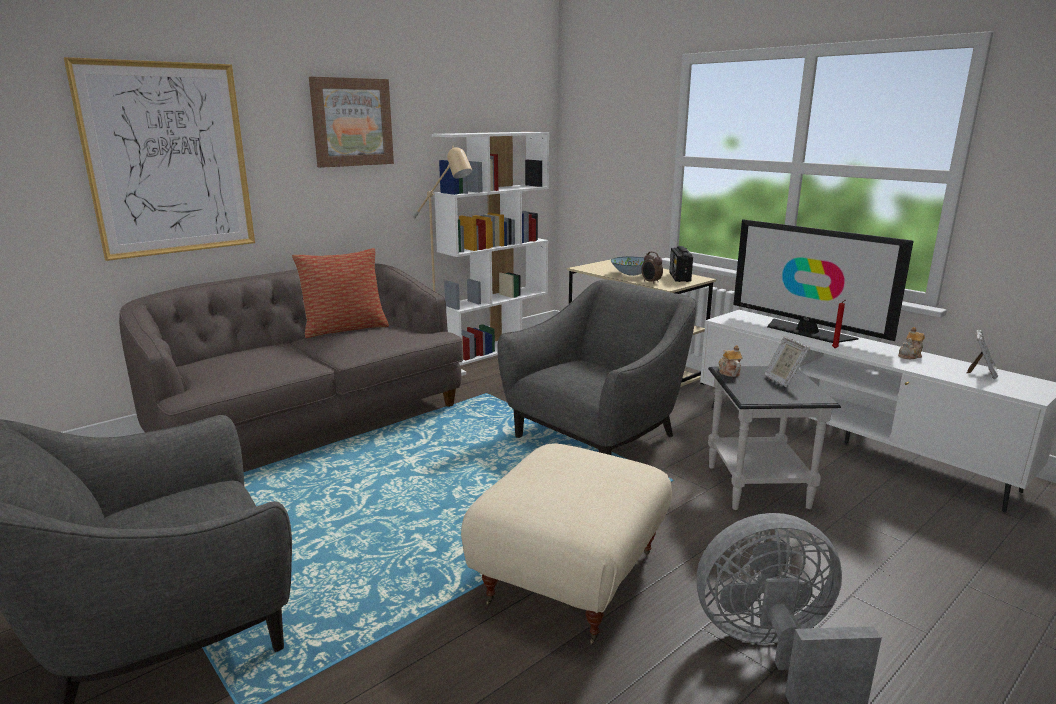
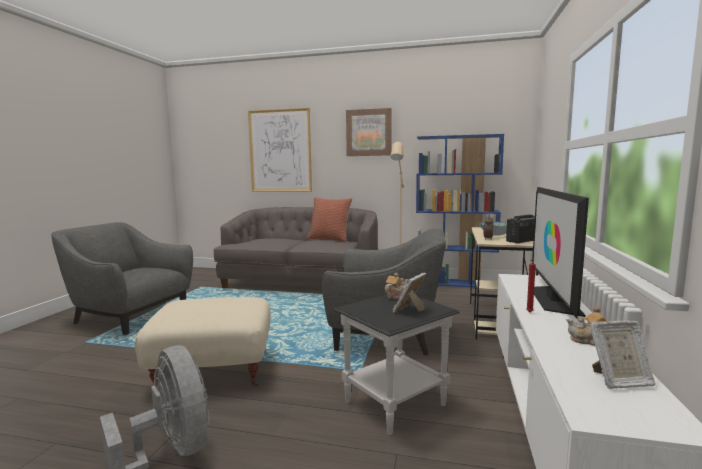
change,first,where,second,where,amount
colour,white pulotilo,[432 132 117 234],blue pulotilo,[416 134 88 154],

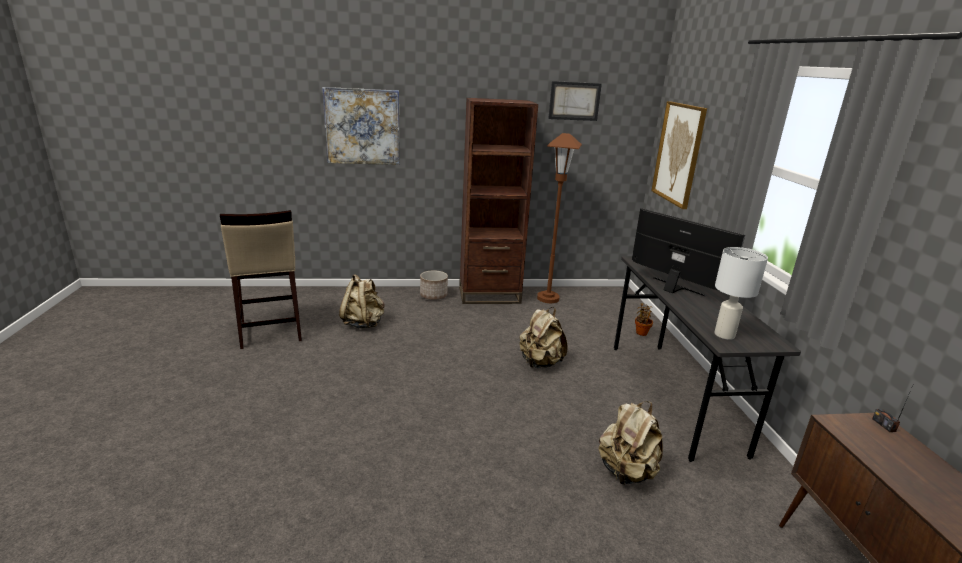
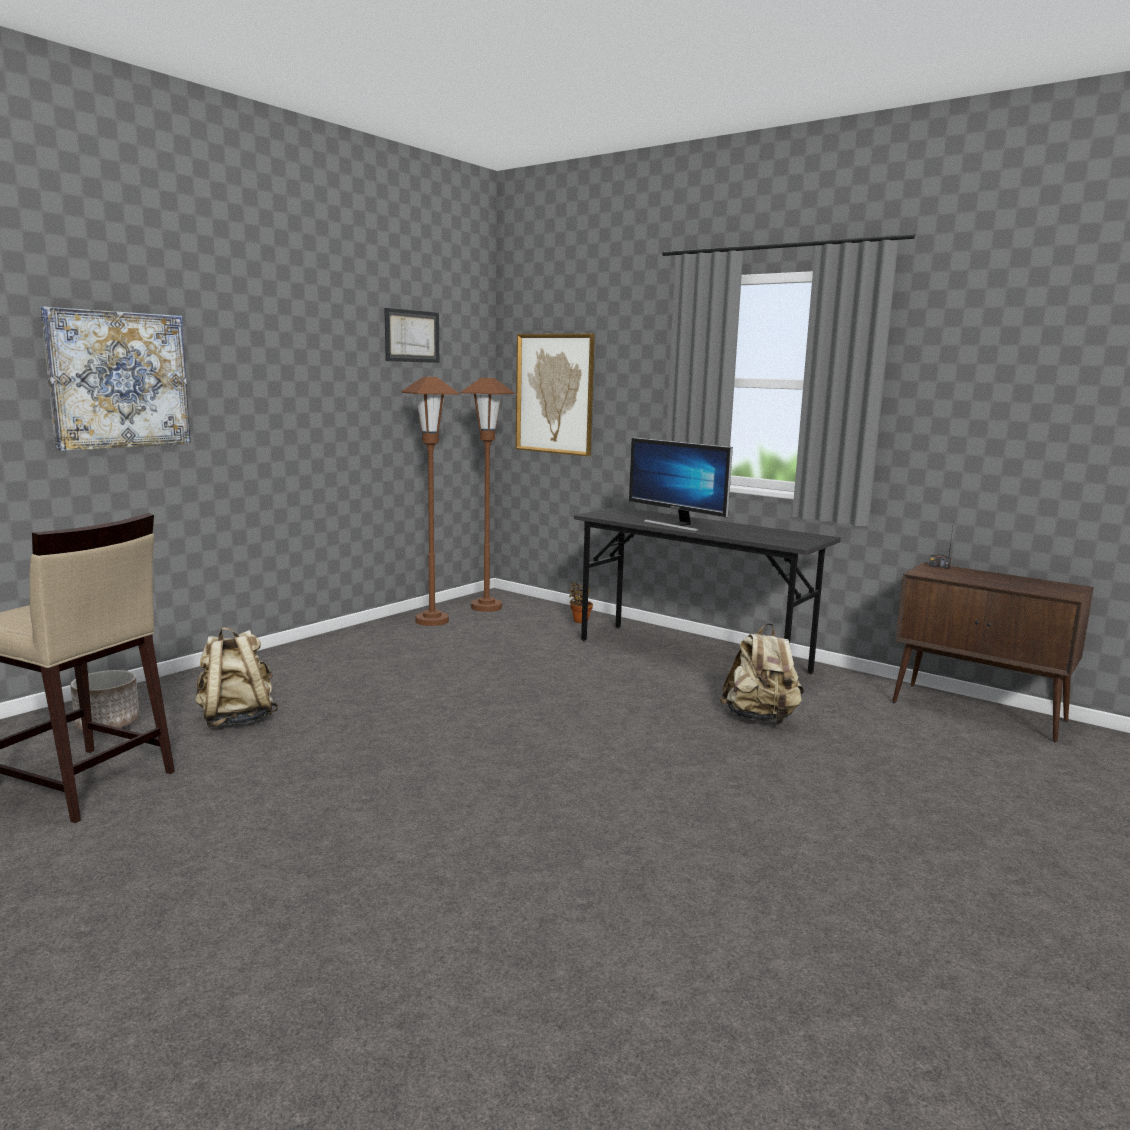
change,first,where,second,where,amount
missing,brown pulotilo,[459 98 79 206],,,
spun,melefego,[632 208 113 88],,[629 437 104 95],135 degrees counterclockwise
missing,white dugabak,[714 247 54 93],,,
relocated,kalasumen,[420 270 28 30],,[70 670 69 62],
missing,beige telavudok,[520 307 47 61],,,
appeared,,,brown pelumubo,[460 378 54 234],

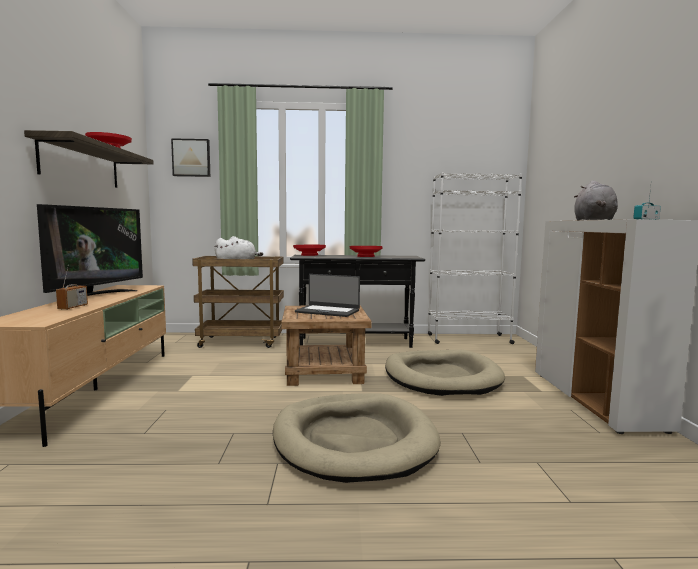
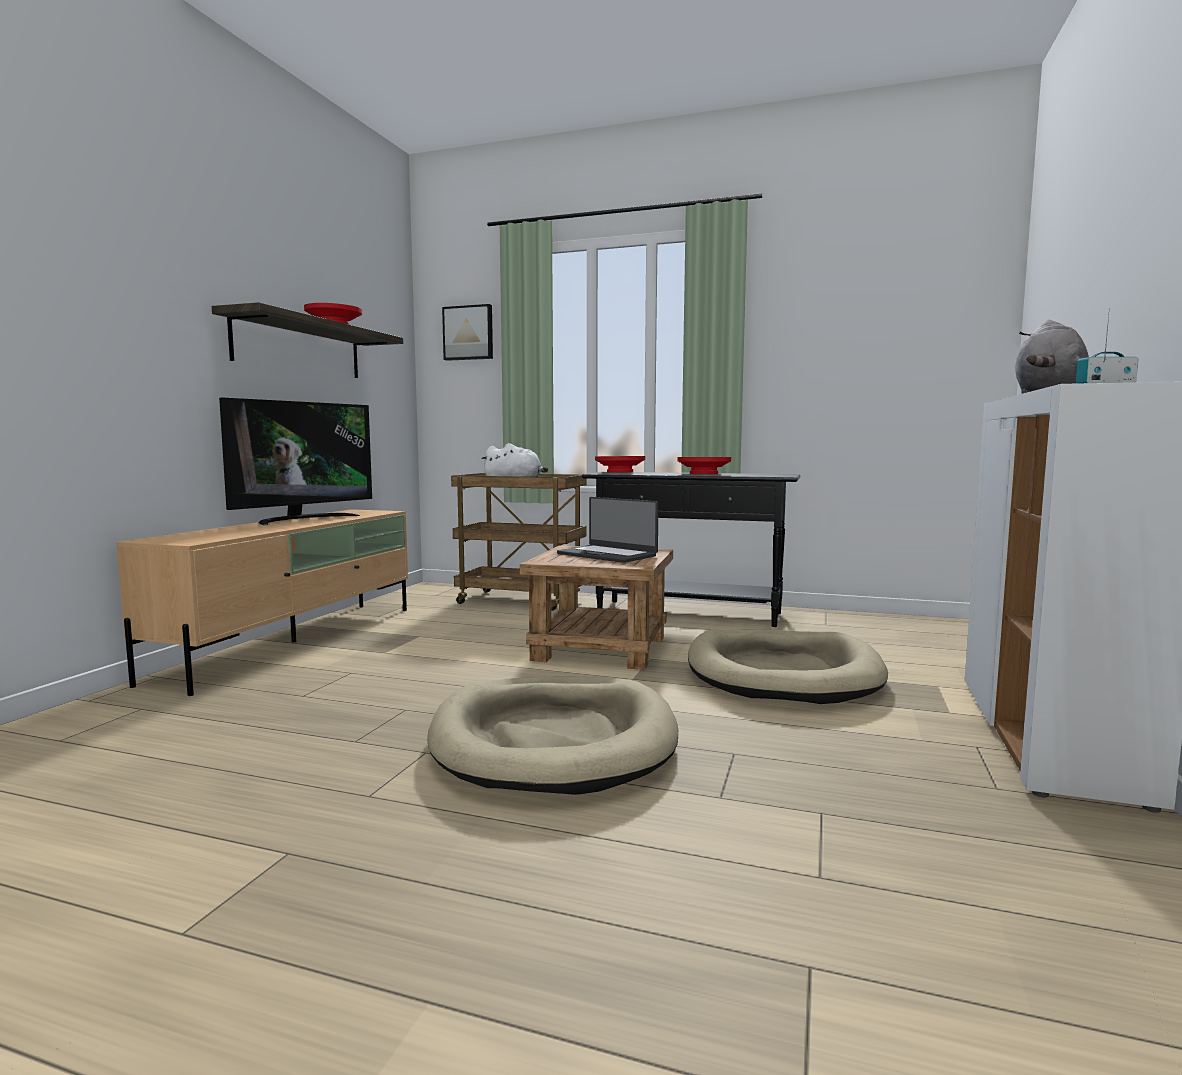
change,first,where,second,where,amount
missing,white pulotilo,[428 172 94 172],,,
missing,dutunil,[56 265 32 45],,,

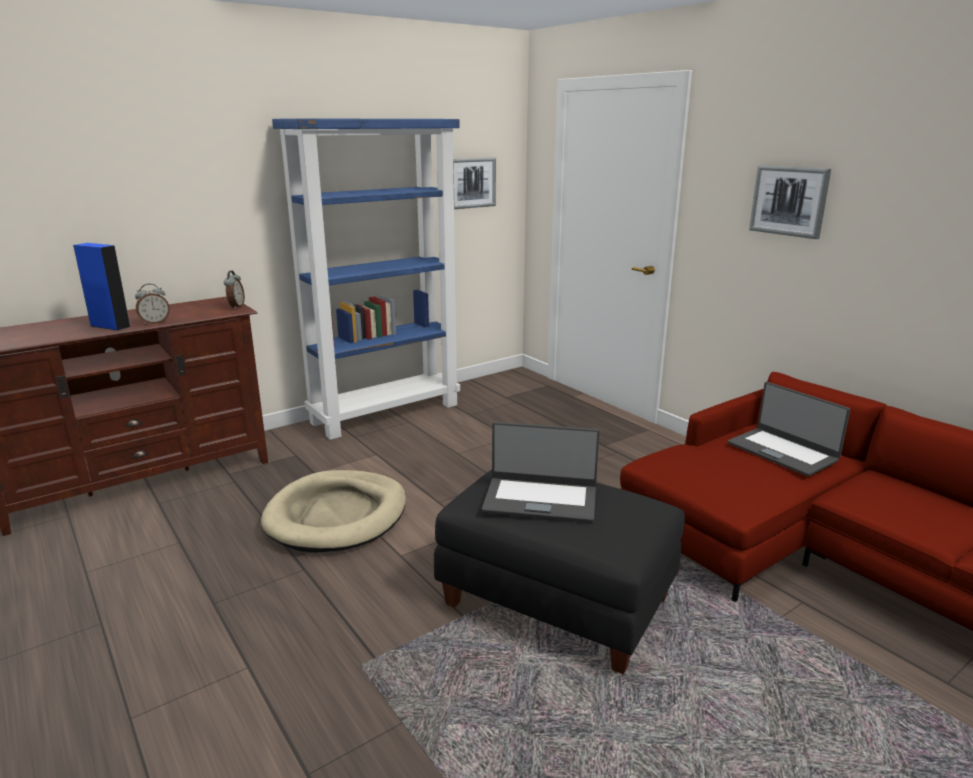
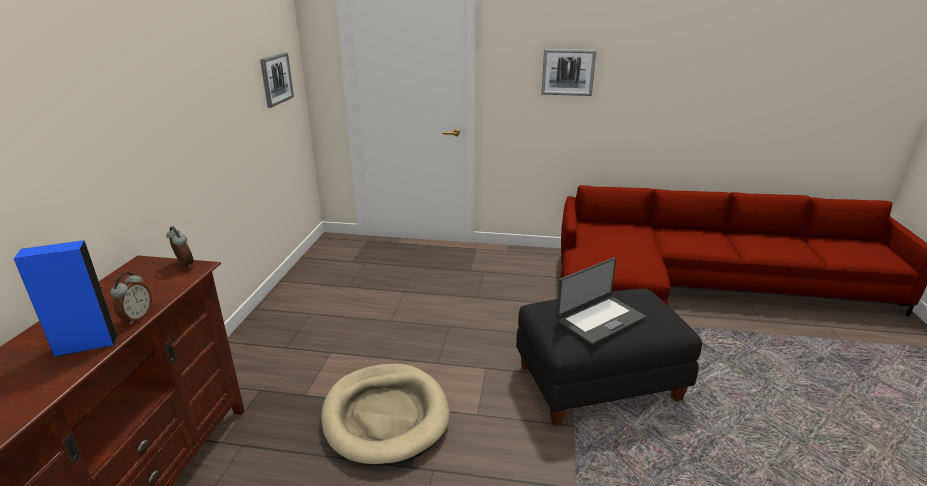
change,first,where,second,where,amount
missing,blue pulotilo,[272 118 188 322],,,
missing,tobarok,[728 382 122 94],,,

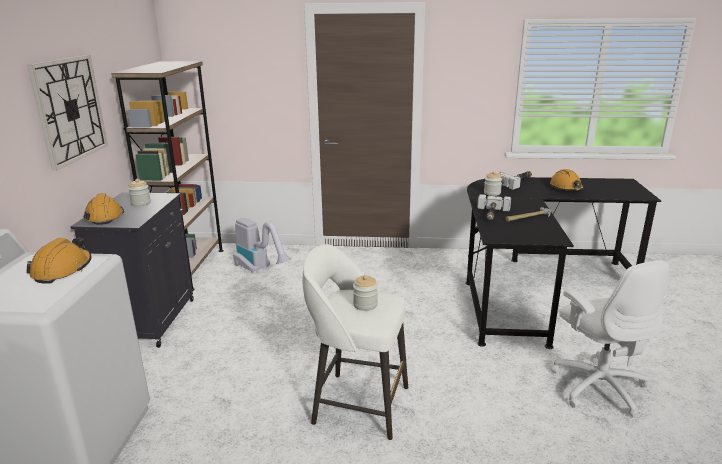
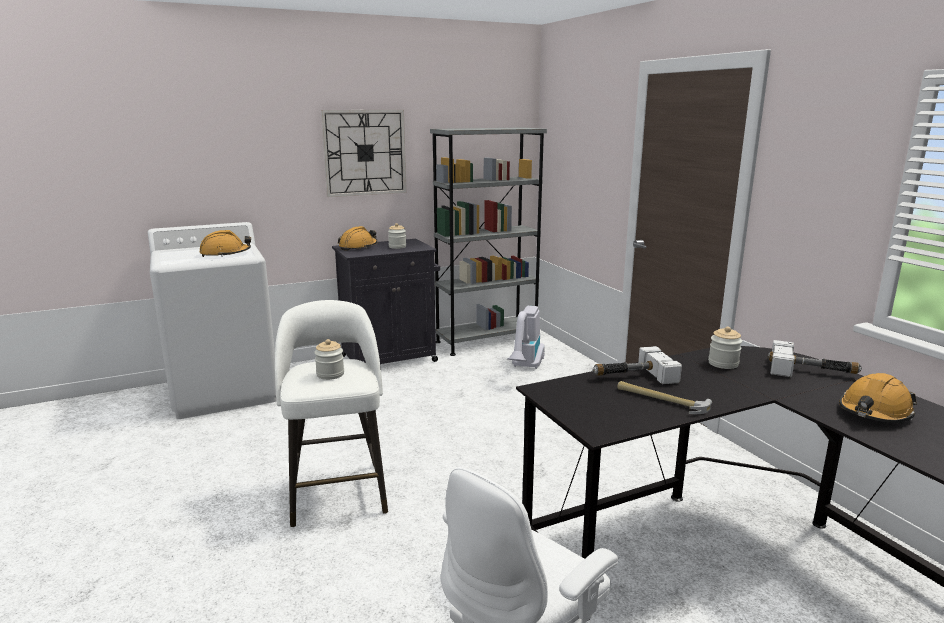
change,first,where,second,where,amount
colour,brown pulotilo,[111 61 113 230],grey pulotilo,[430 127 117 229],

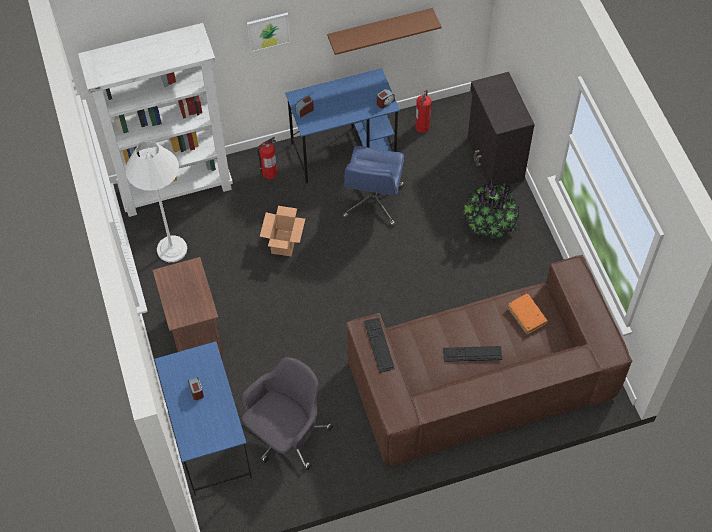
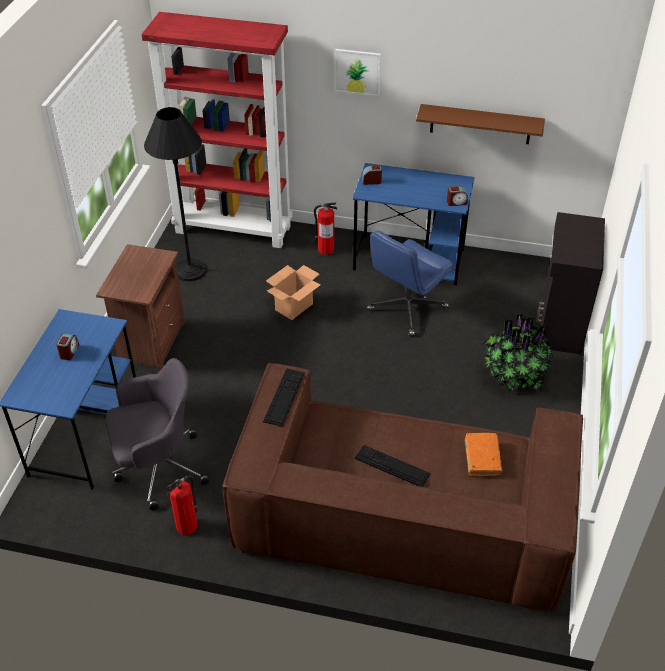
change,first,where,second,where,amount
colour,white pulotilo,[78 23 155 194],red pulotilo,[141 12 152 236],
relocated,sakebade,[415 90 16 43],,[167 476 31 59],
colour,white pelumubo,[125 140 62 122],black pelumubo,[144 107 62 174],

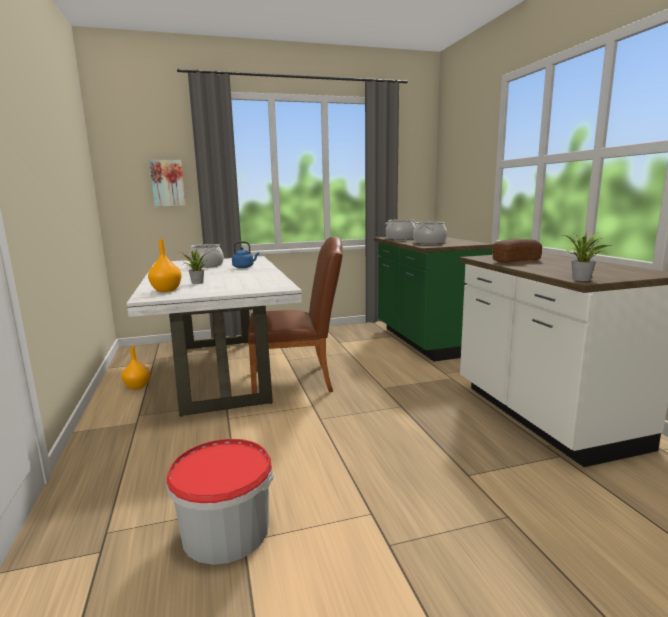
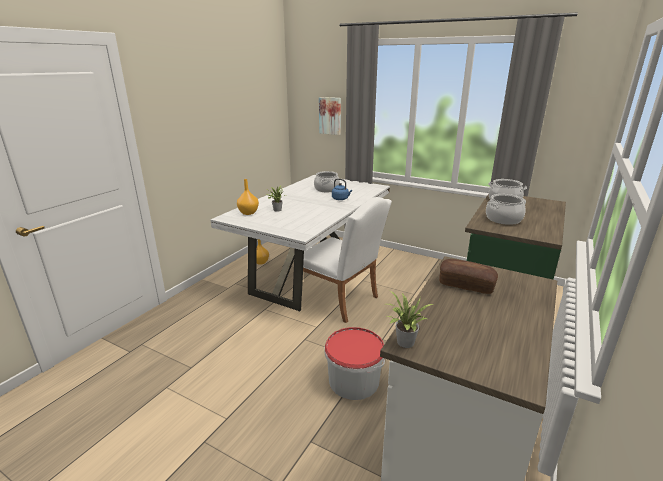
change,first,where,second,where,amount
colour,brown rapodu,[248 236 95 158],white rapodu,[303 197 89 126],
relocated,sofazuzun,[166 439 107 126],,[324 327 61 73],

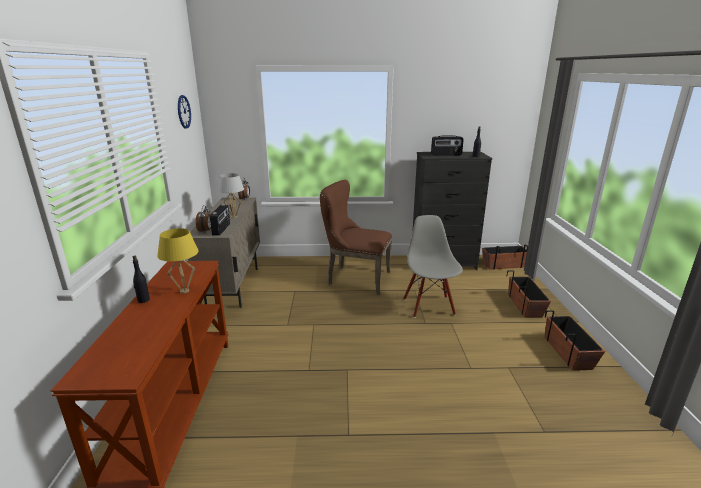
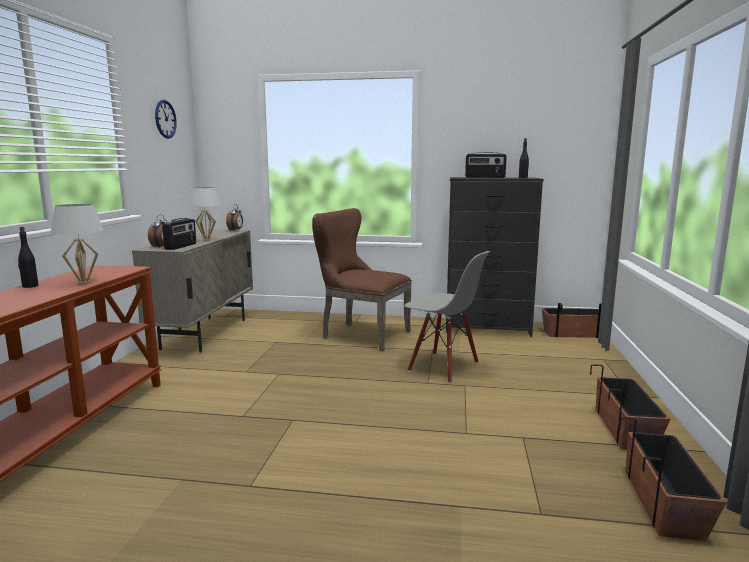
change,first,where,second,where,amount
spun,grey rapodu,[403 215 60 103],,[404 251 86 132],120 degrees clockwise
colour,yellow dugabak,[157 228 41 65],white dugabak,[50 204 54 80],
relocated,kalasumen,[507 271 44 47],,[619 417 108 124],

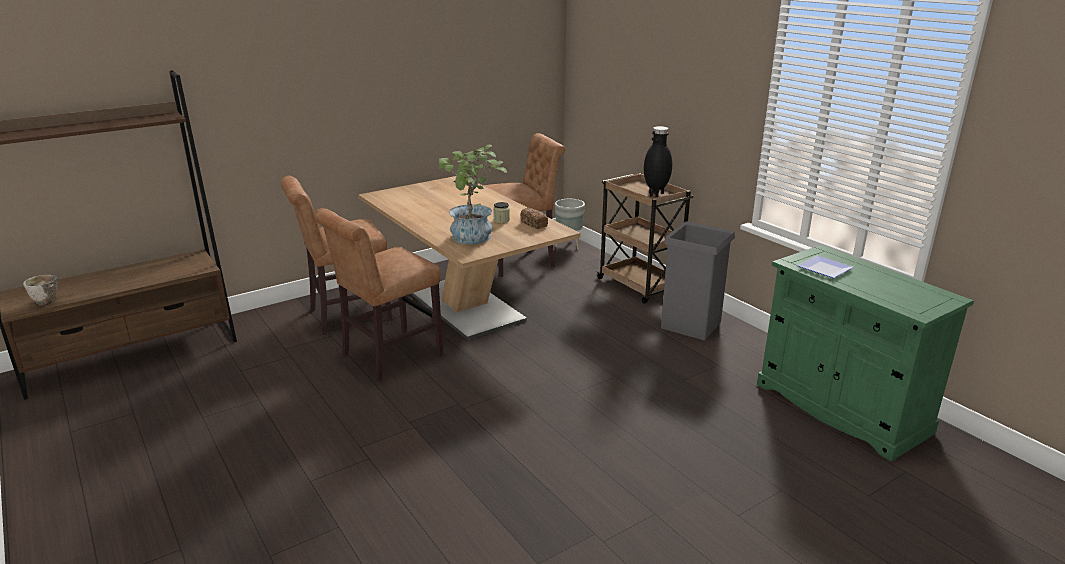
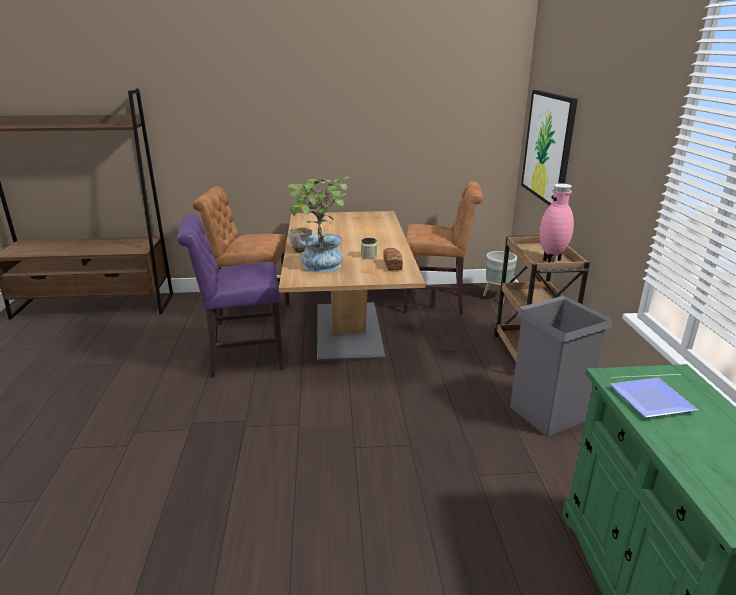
change,first,where,second,where,amount
colour,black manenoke,[644 126 28 71],pink manenoke,[539 183 35 80],
colour,brown rapodu,[314 208 129 174],purple rapodu,[177 214 107 164],
relocated,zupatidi,[23 275 34 31],,[288 227 24 25],
appeared,,,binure,[521 90 57 116],

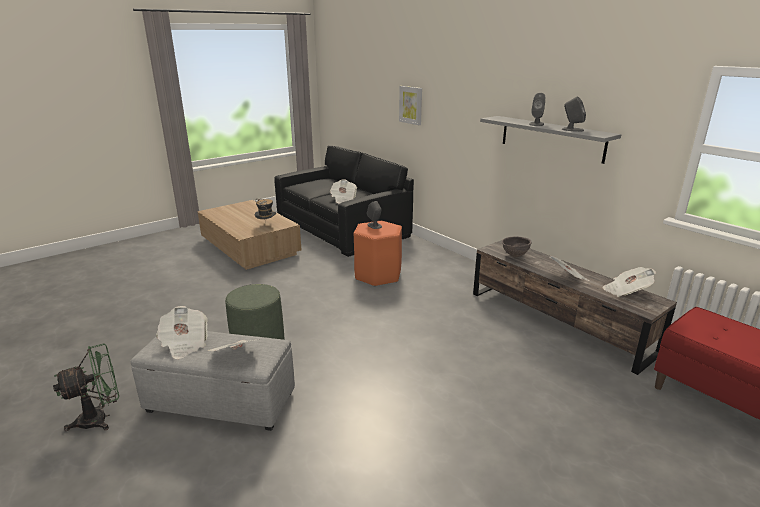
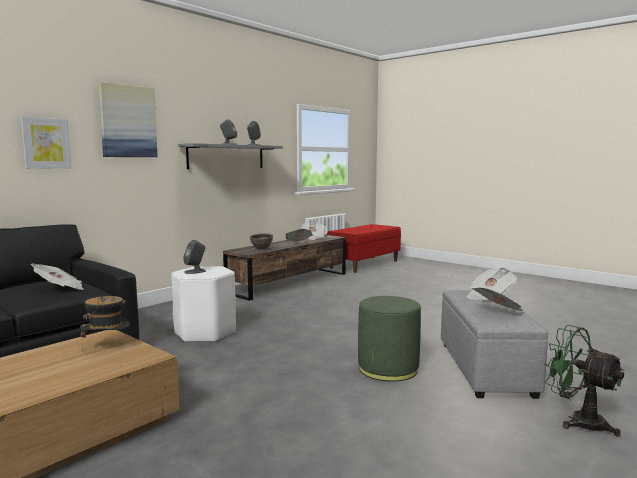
change,first,where,second,where,amount
colour,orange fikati,[354 221 48 66],white fikati,[171 266 65 77],
appeared,,,binure,[98 82 60 75],

